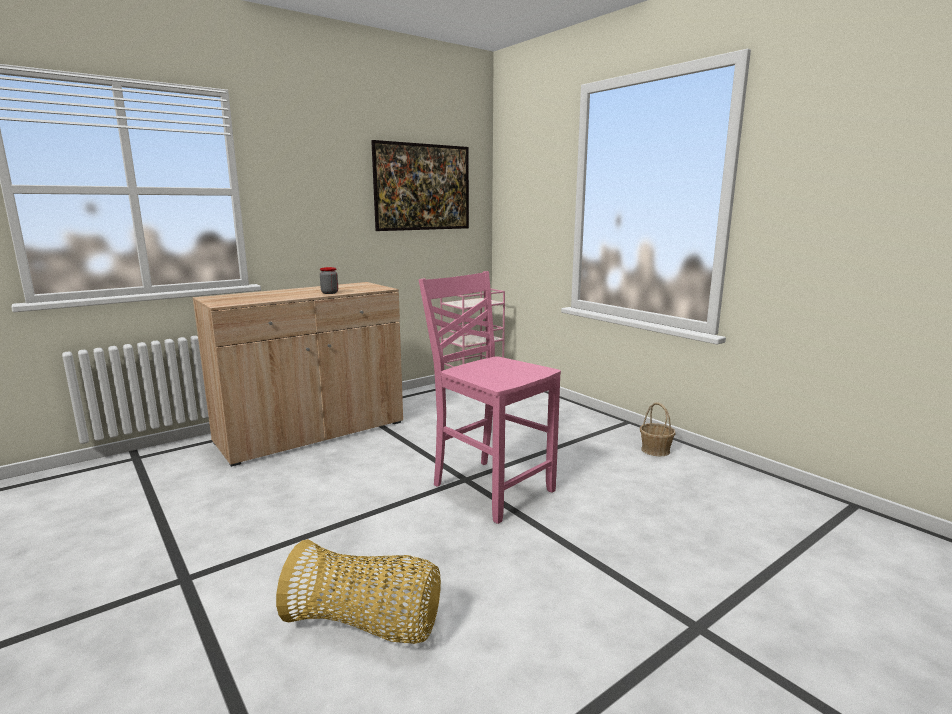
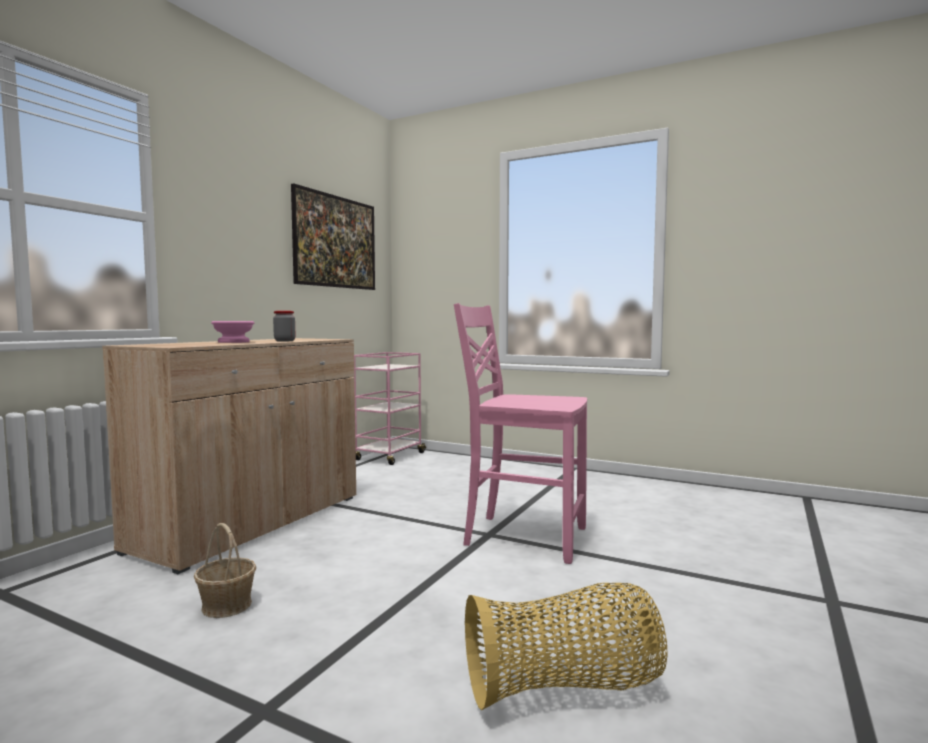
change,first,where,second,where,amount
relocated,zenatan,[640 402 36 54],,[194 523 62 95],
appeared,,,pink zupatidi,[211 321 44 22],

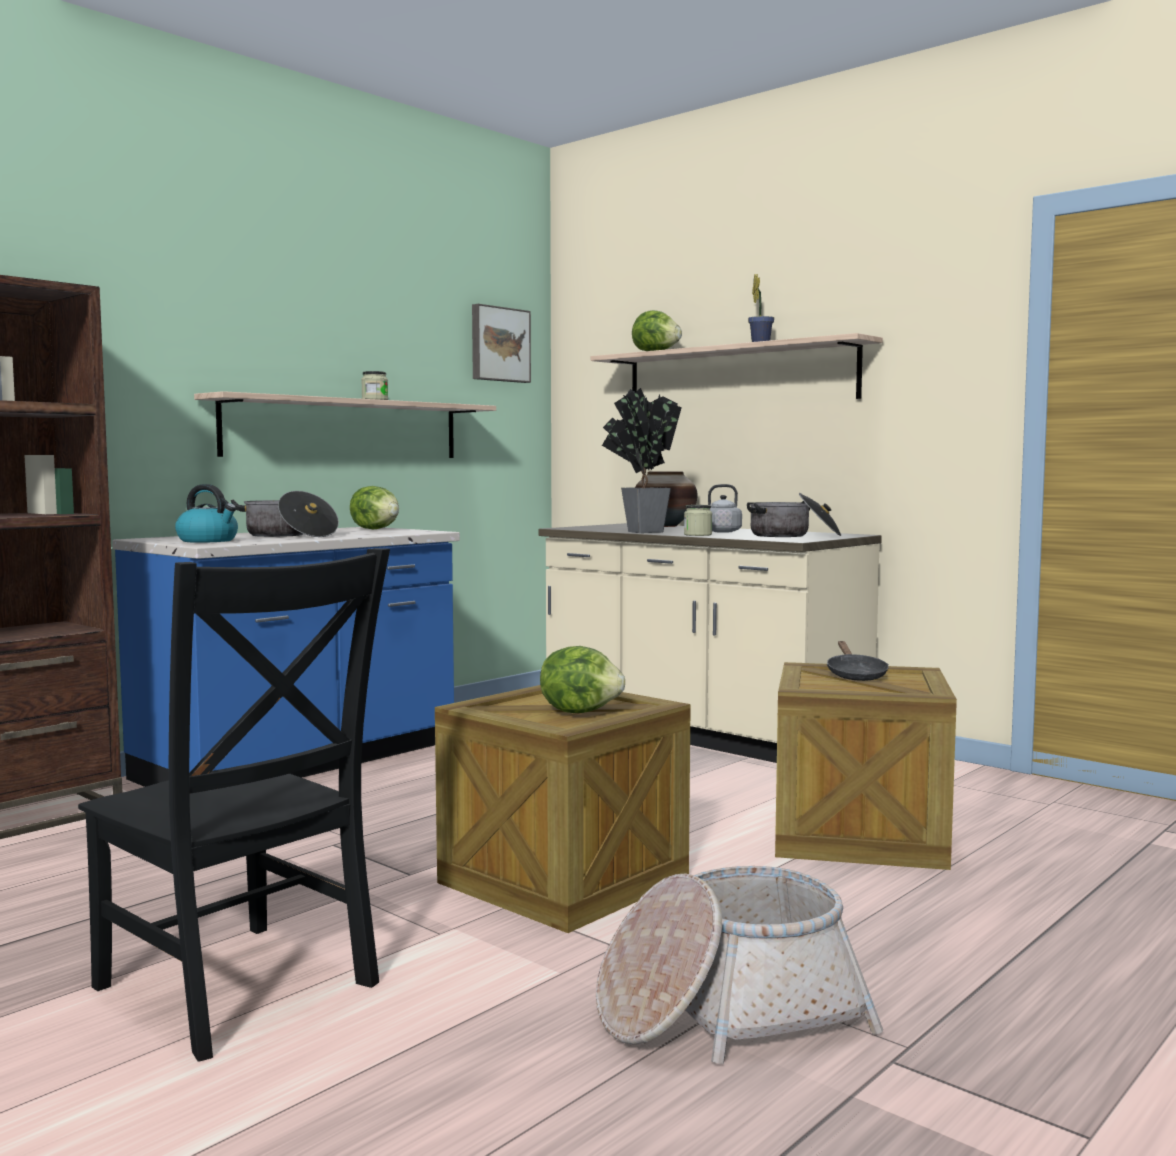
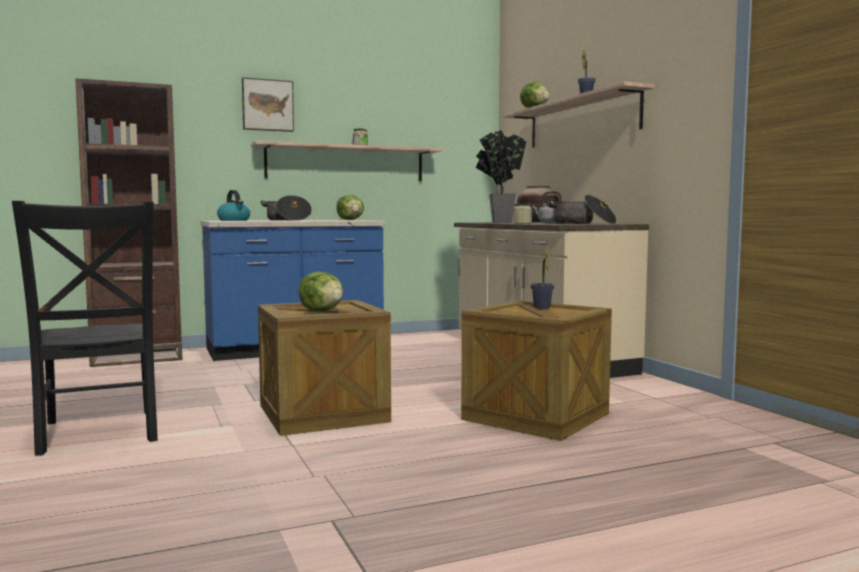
change,first,where,second,where,amount
relocated,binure,[472 304 59 79],,[242 77 52 55],
exchanged,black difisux,[827 641 62 40],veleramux,[530 245 24 64],
missing,zenatan,[596 866 287 198],,,

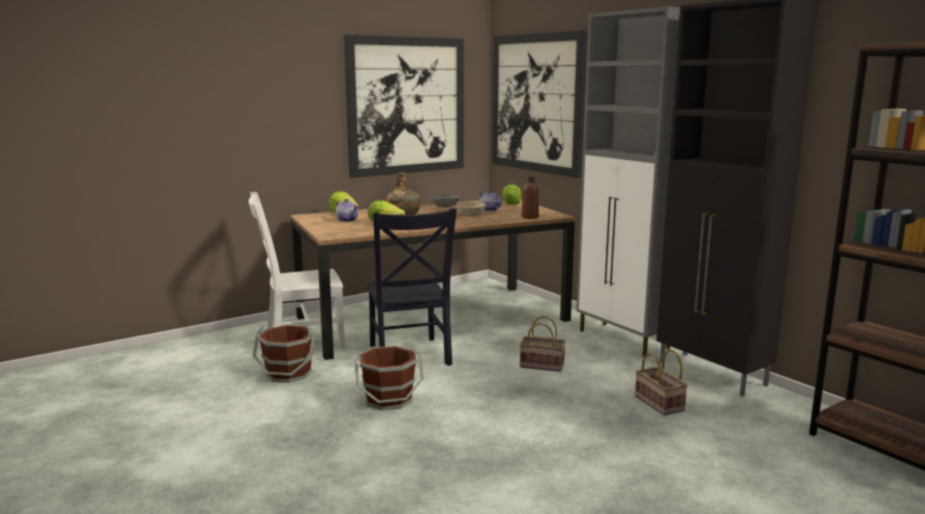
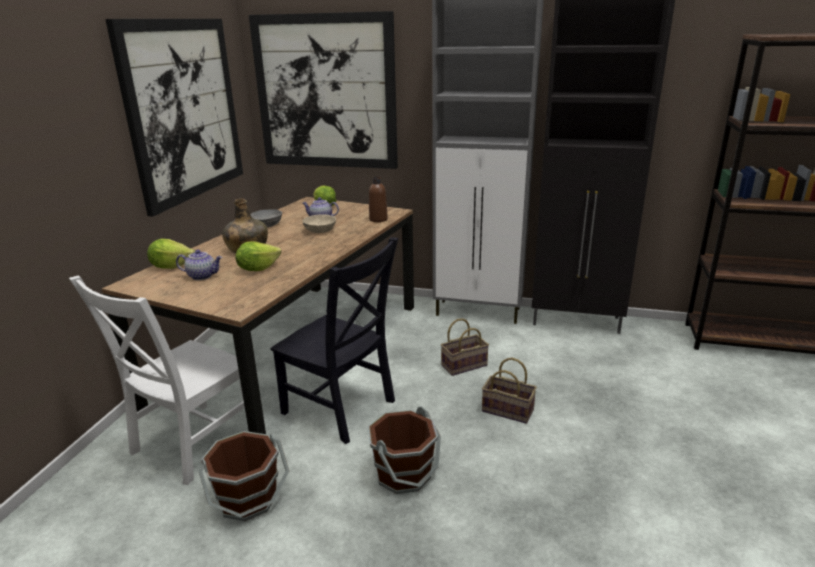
change,first,where,second,where,amount
relocated,zenatan,[635 349 53 67],,[482 358 55 66],

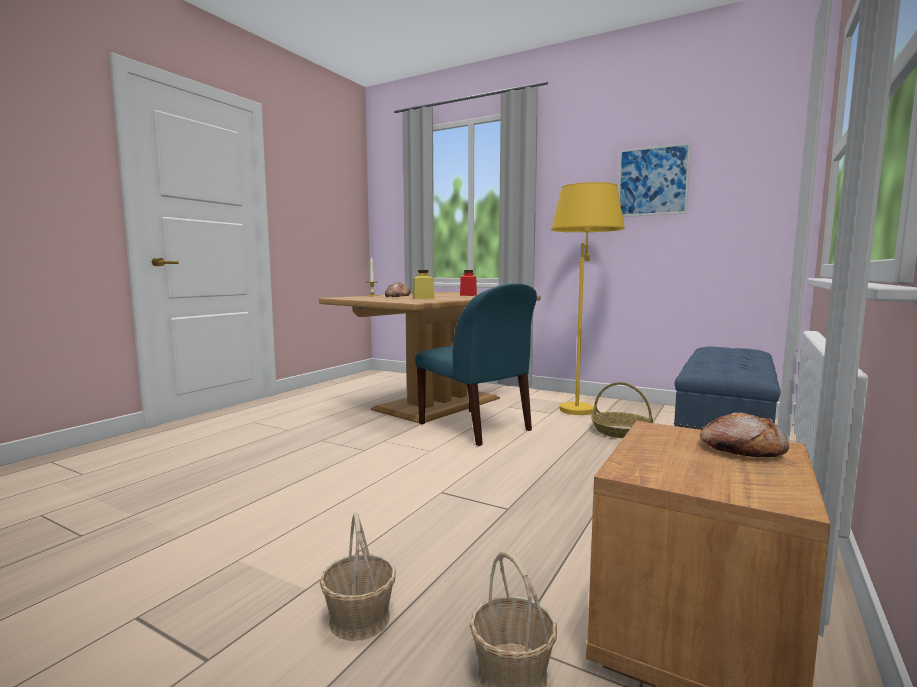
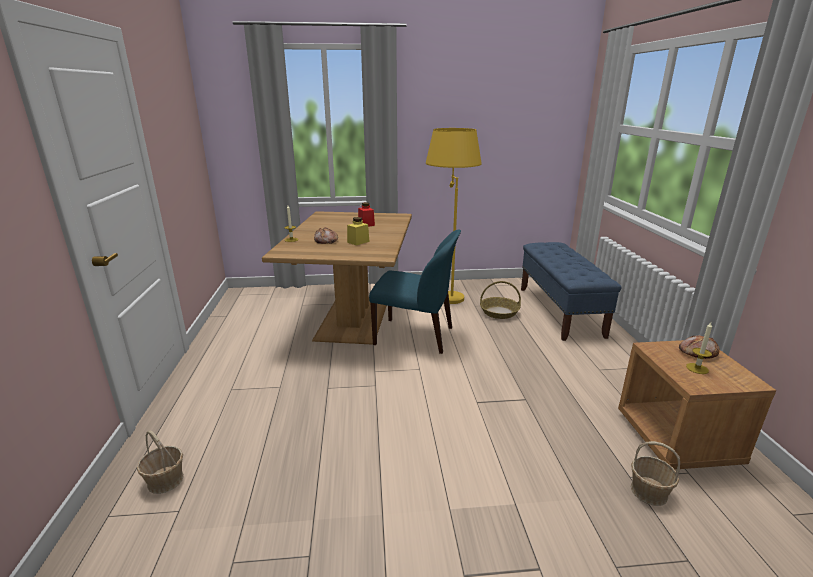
change,first,where,second,where,amount
missing,binure,[618 142 73 75],,,
relocated,zenatan,[320 512 76 129],,[137 430 47 64],
appeared,,,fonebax,[686 322 26 52],

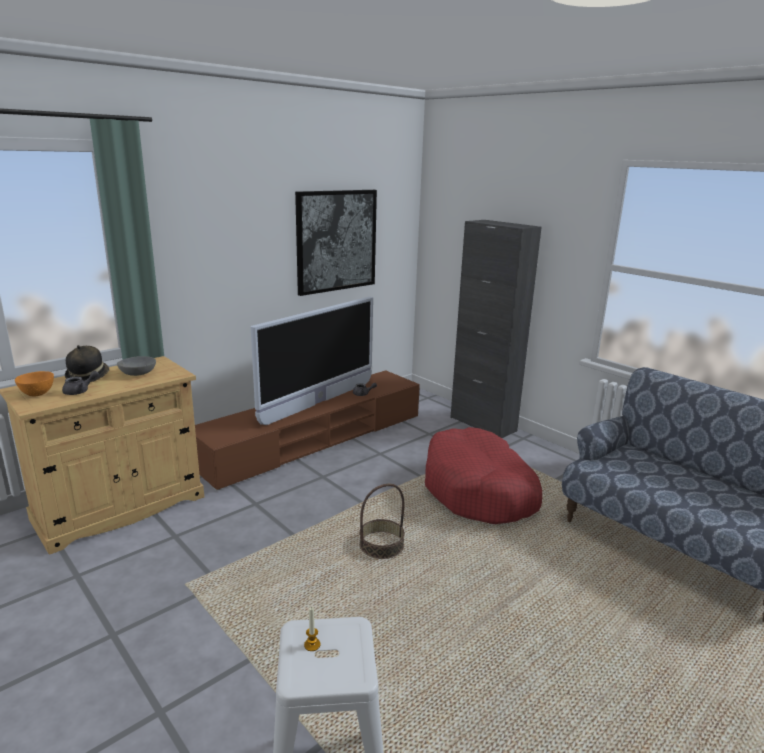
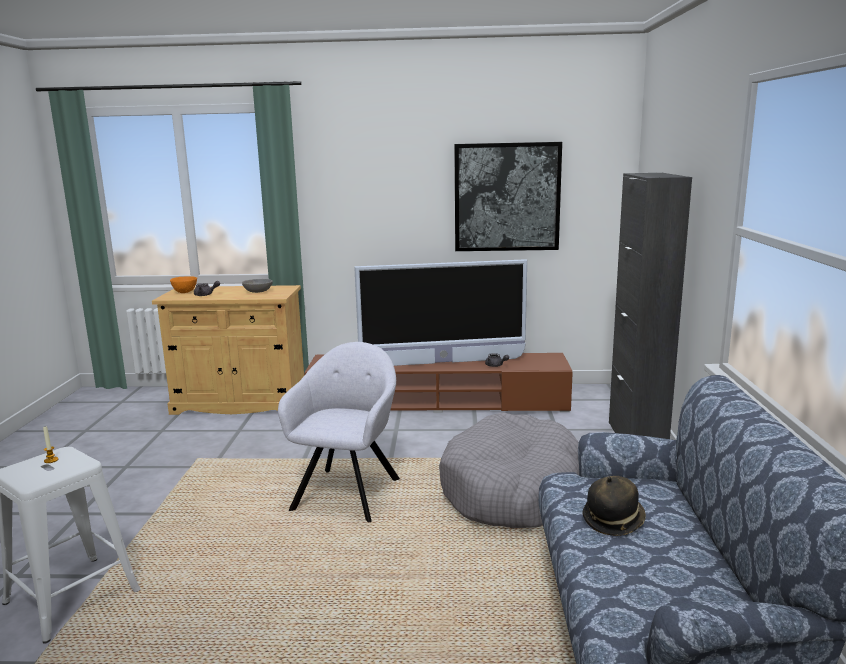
change,first,where,second,where,amount
relocated,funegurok,[65 345 44 37],,[583 476 63 60],
colour,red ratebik,[425 427 117 97],grey ratebik,[439 412 140 116],
exchanged,zenatan,[359 484 46 75],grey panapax,[278 342 122 180],

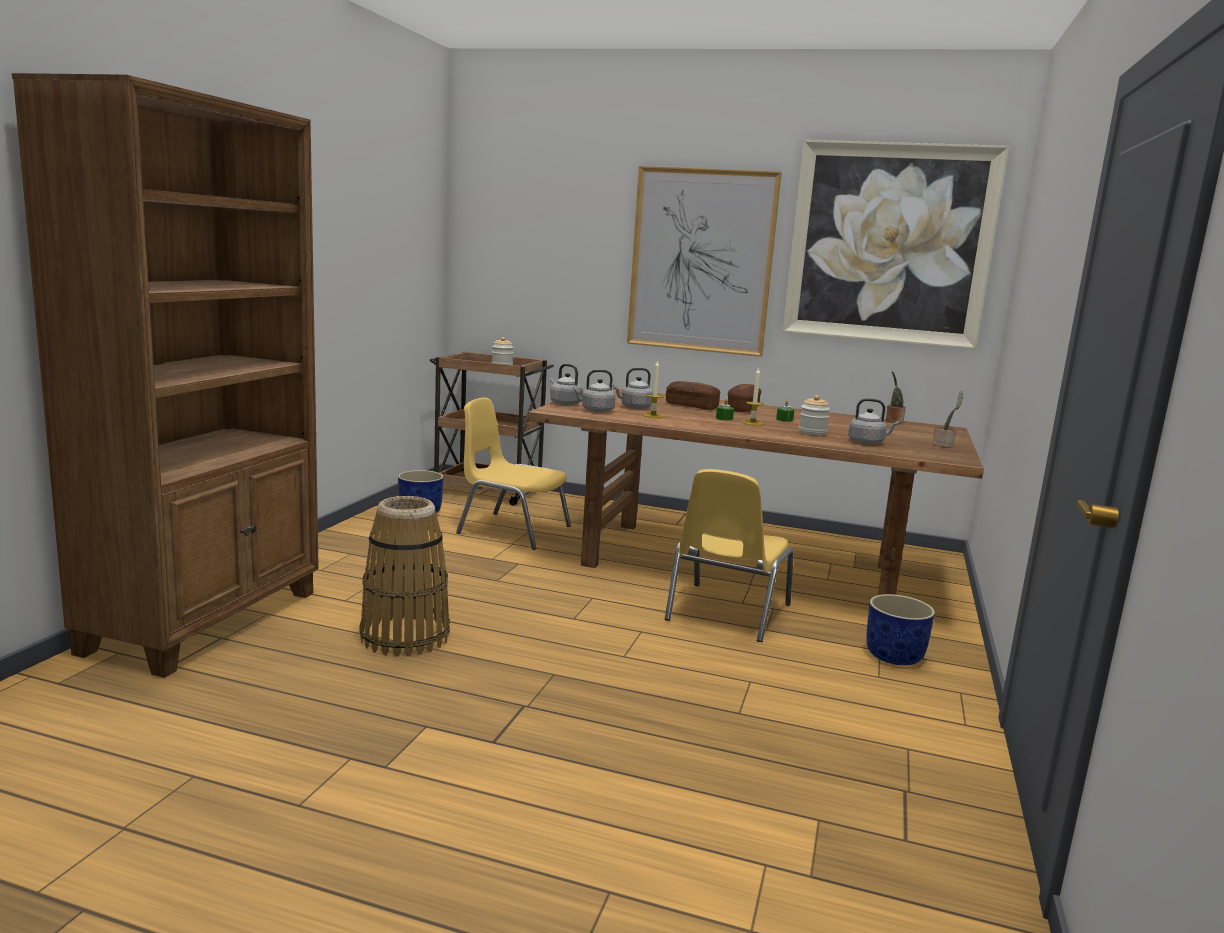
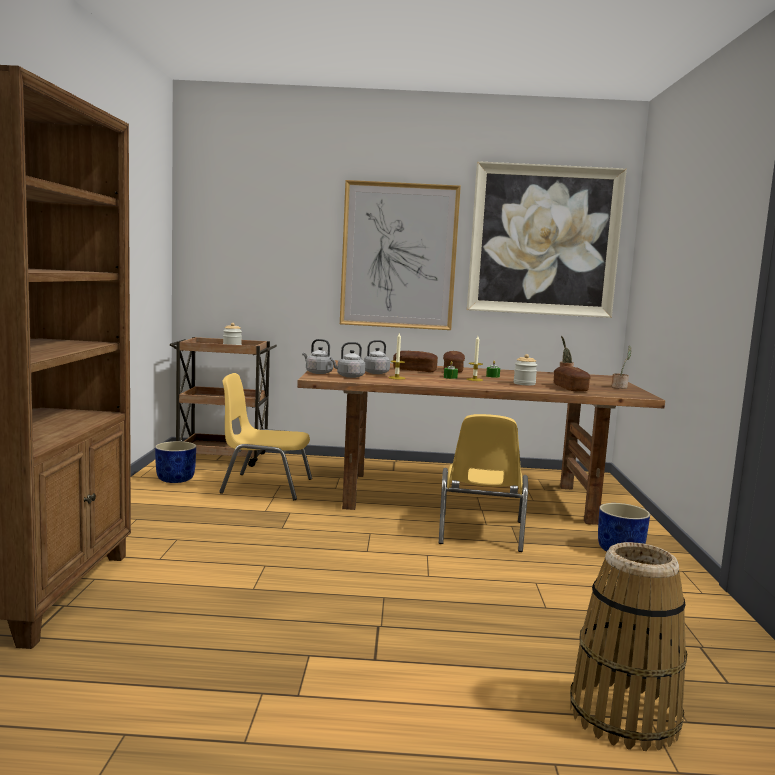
change,first,where,second,where,amount
exchanged,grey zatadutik,[848 398 51 47],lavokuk,[554 366 37 26],
relocated,zenatan,[359 496 91 161],,[570 542 117 209],

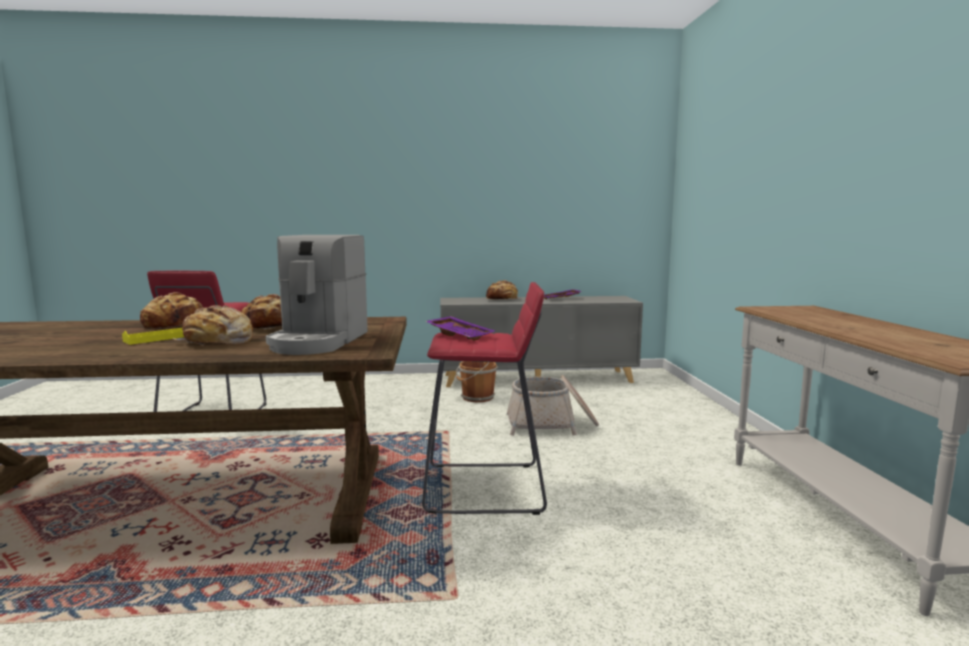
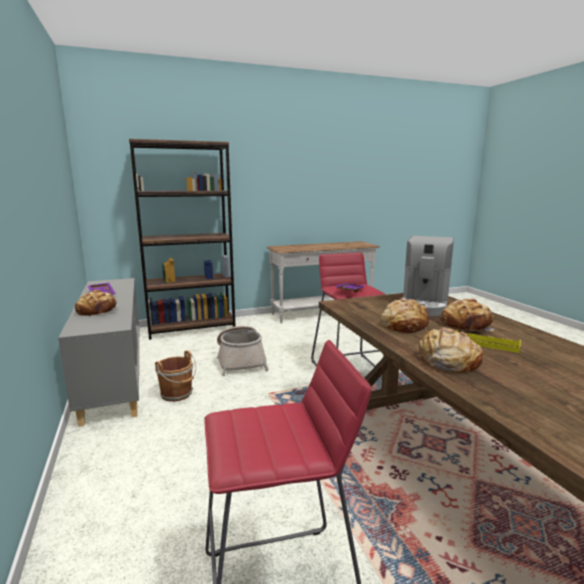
change,first,where,second,where,amount
spun,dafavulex,[266 235 102 120],,[402 236 52 80],120 degrees clockwise
appeared,,,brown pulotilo,[129 139 106 201],

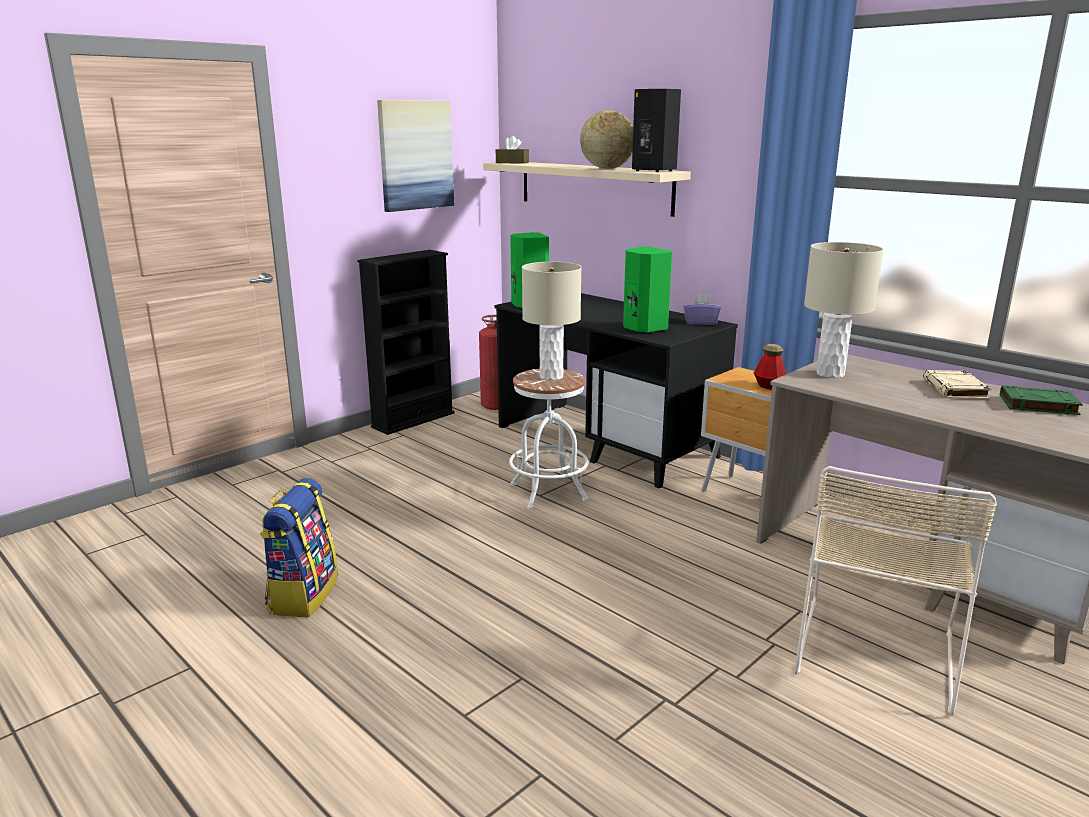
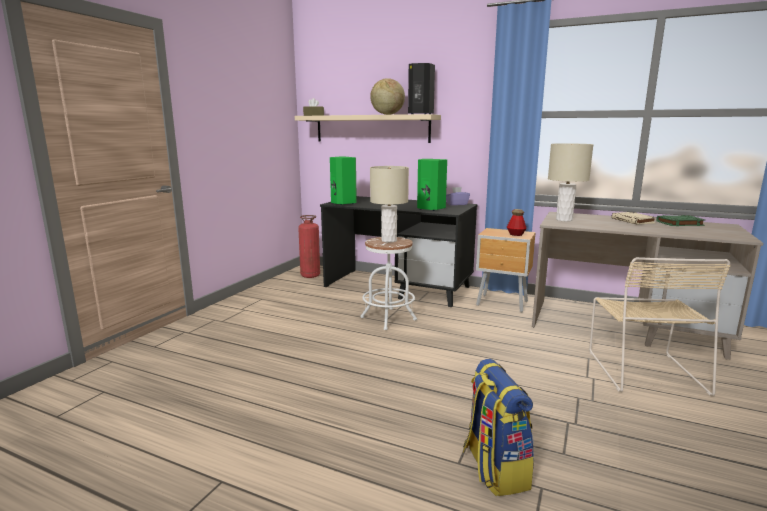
change,first,where,second,where,amount
missing,binure,[377 100 77 112],,,
missing,black pulotilo,[357 250 98 185],,,
relocated,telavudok,[260 478 78 139],,[463 359 71 137],

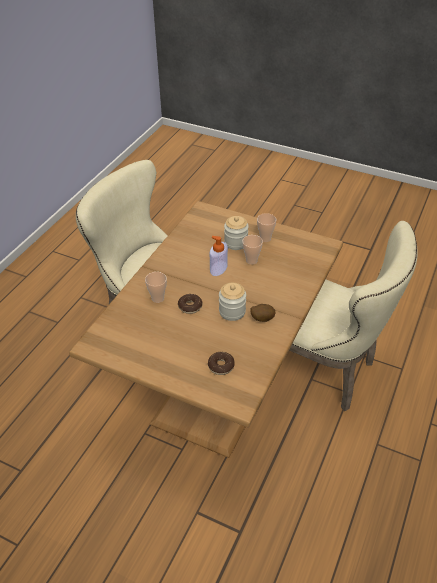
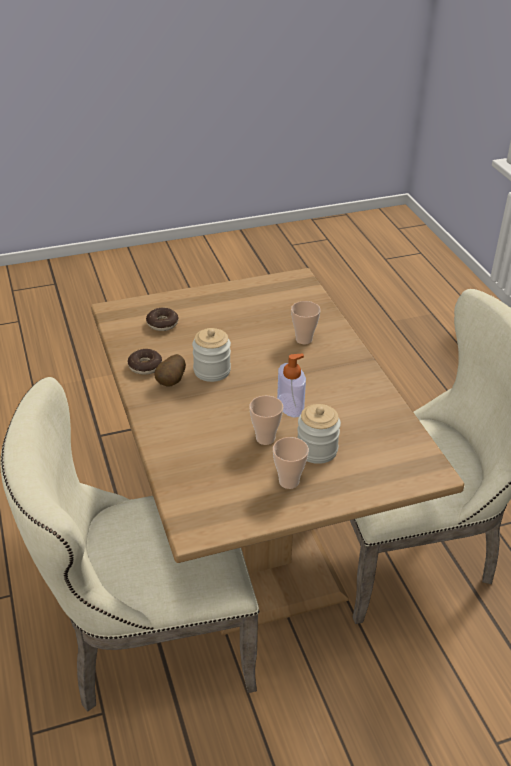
change,first,where,second,where,amount
relocated,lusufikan,[178 294 24 20],,[127 349 35 26],

